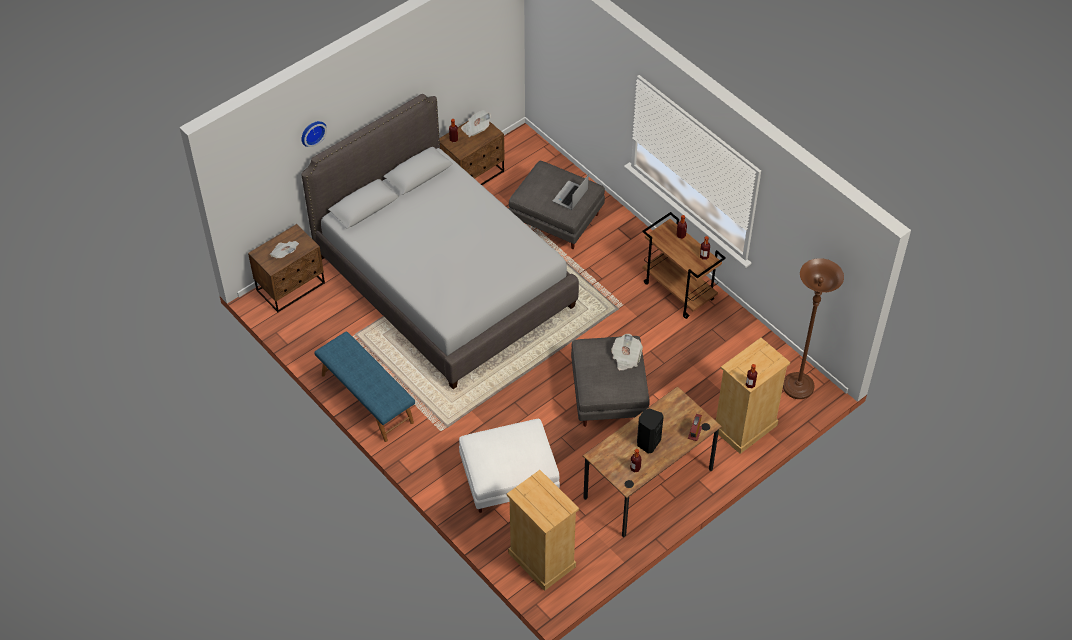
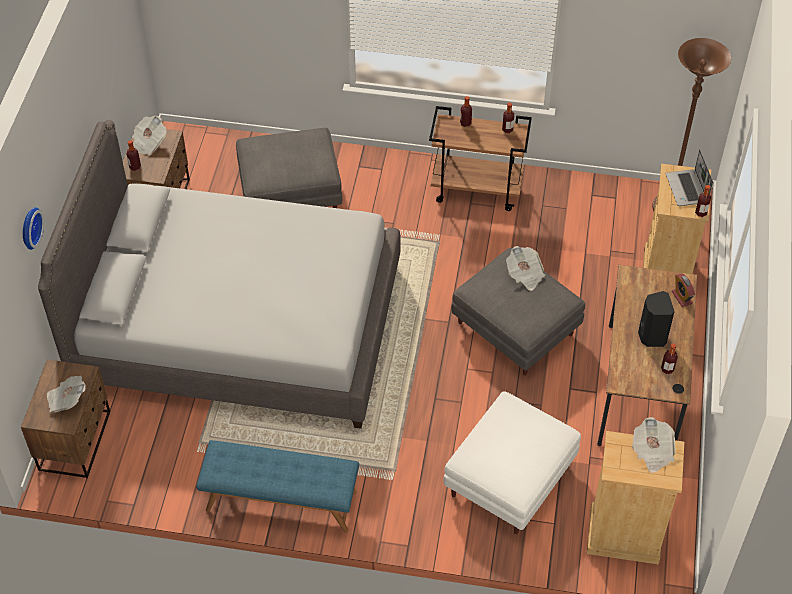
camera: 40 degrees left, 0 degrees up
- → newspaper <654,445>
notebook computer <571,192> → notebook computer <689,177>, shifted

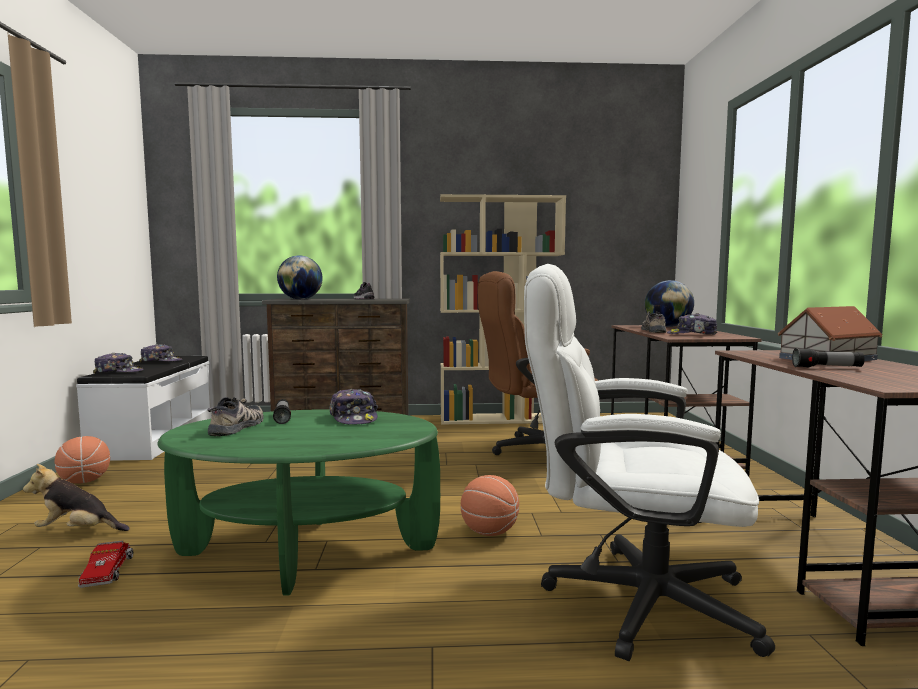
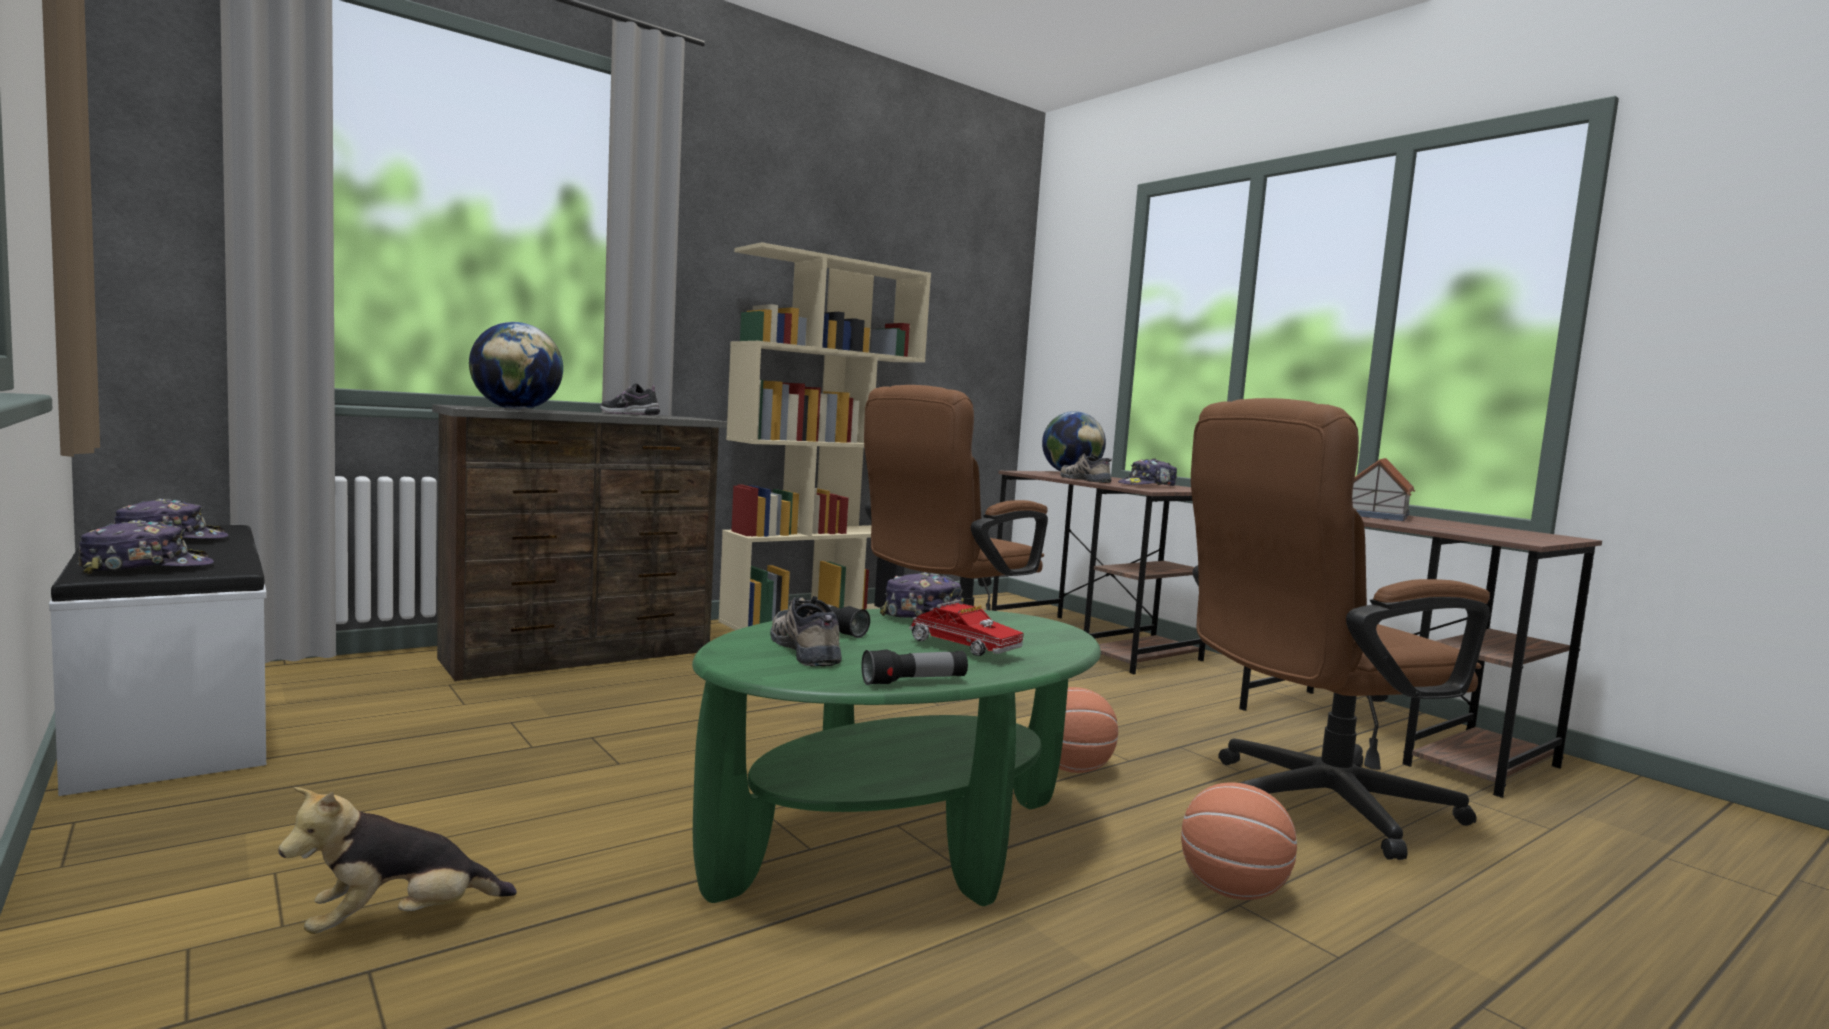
camera: 35 degrees left, 0 degrees up
hand torch <828,357> → hand torch <914,667>, shifted
model truck <105,564> → model truck <966,628>, shifted
basketball ball <82,460> → basketball ball <1239,841>, shifted
white computer chair <649,462> → brownish computer chair <1340,629>

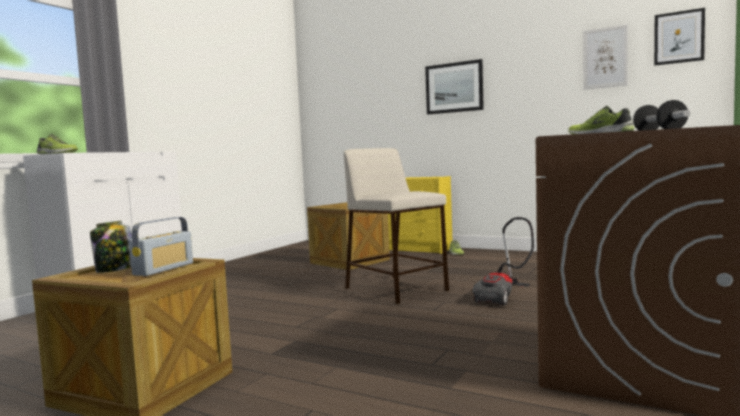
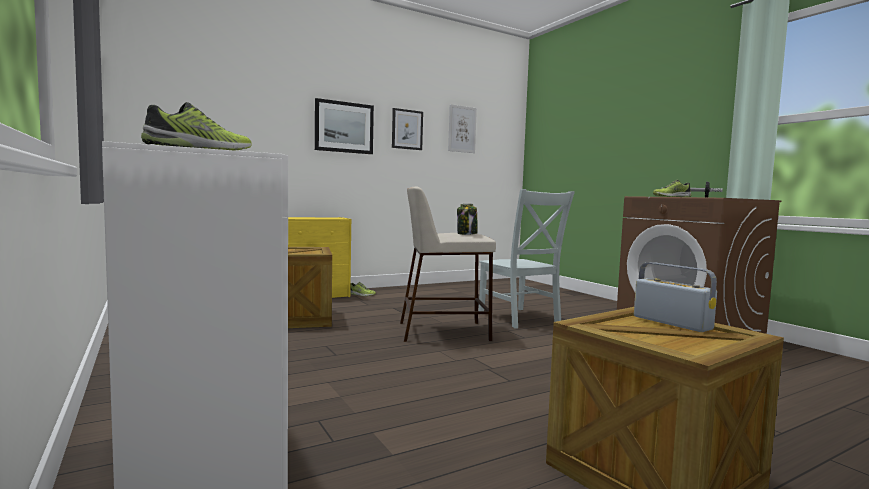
camera: 60 degrees left, 0 degrees up
picture <679,37> → picture <407,129>, shifted
jar <111,247> → jar <467,219>, shifted
vacuum cleaner <503,261> → grey chair <527,258>

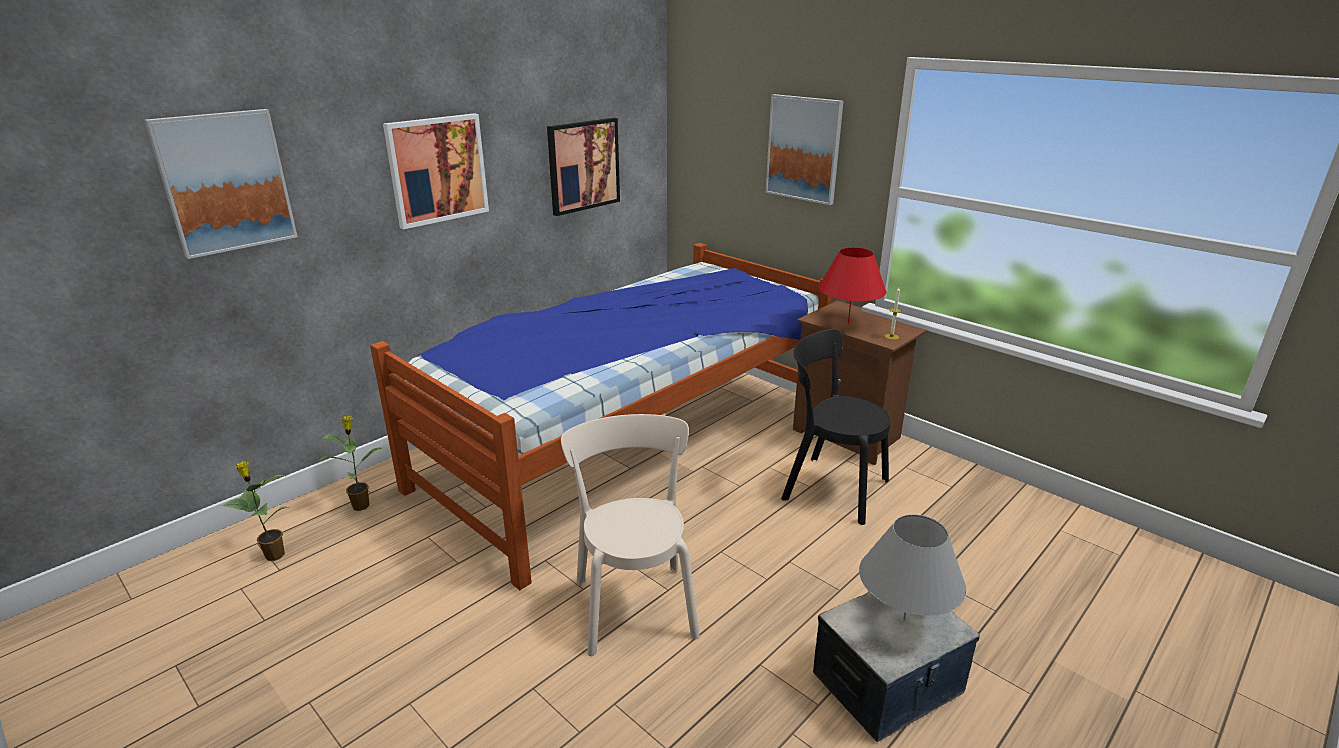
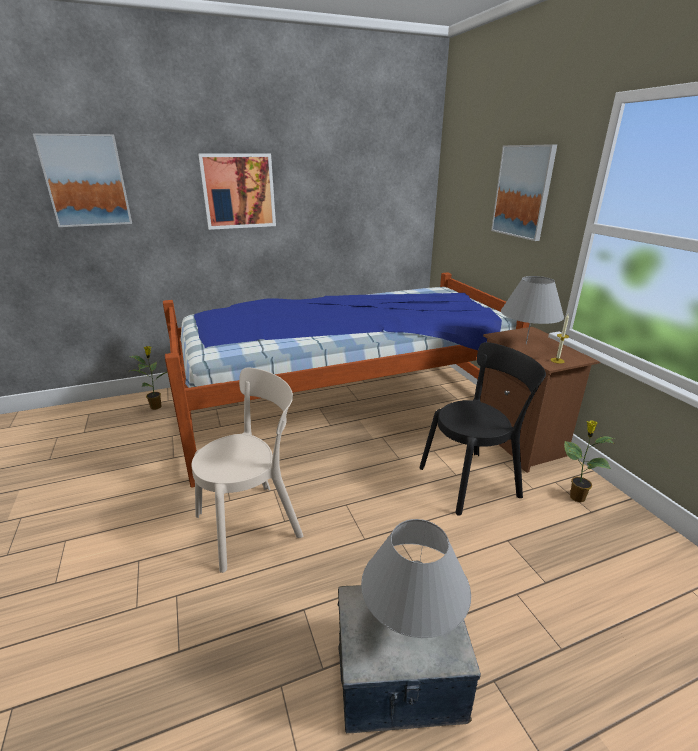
camera: 25 degrees right, 0 degrees up
beige-coloured chair <630,535> → beige-coloured chair <247,470>, 45 degrees clockwise
black chair <836,427> → black chair <482,429>, 105 degrees clockwise
red lamp for a table <852,285> → grey lamp for a table <532,310>
potted plant <256,511> → potted plant <589,461>, shifted
picture <583,167> → -

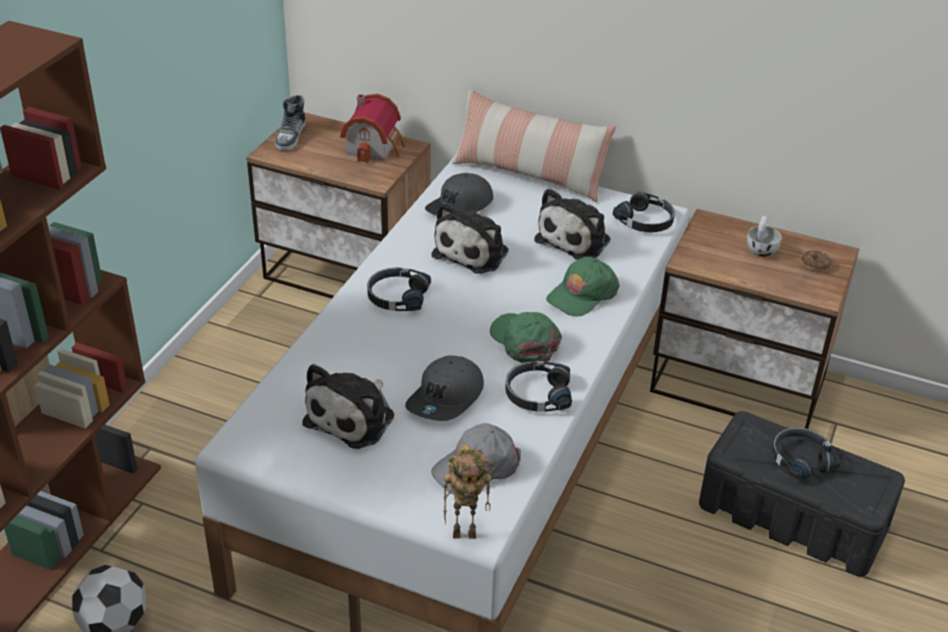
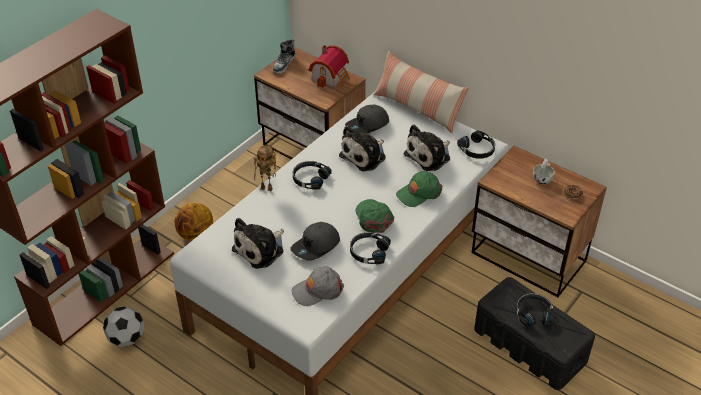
camera: 15 degrees right, 5 degrees up
- → basketball ball <193,222>
model robot <468,494> → model robot <265,168>, shifted

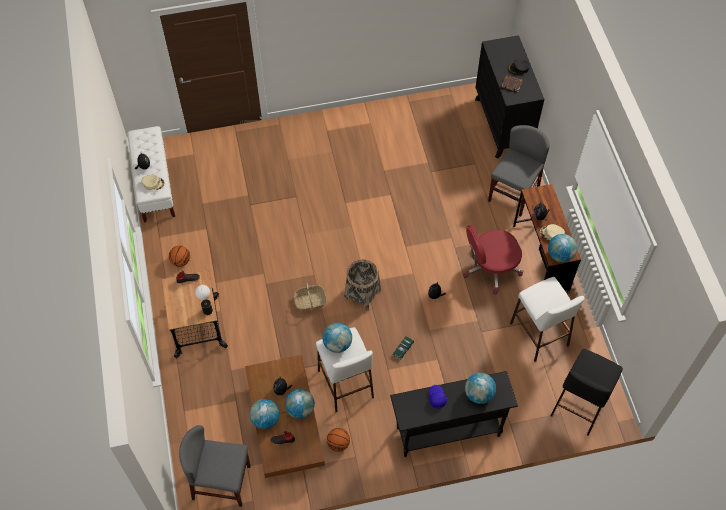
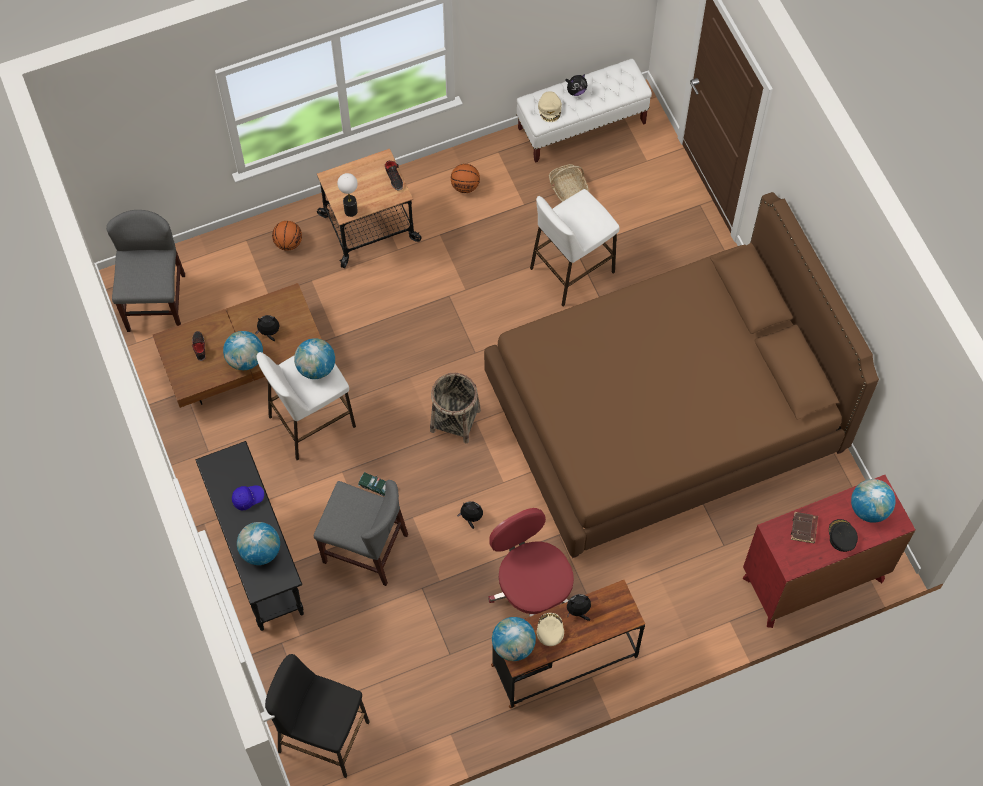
camera: 80 degrees right, 5 degrees up
basketball ball <338,440> → basketball ball <287,236>, shifted
grey chair <519,171> → grey chair <361,533>, shifted
- → brownish bedroom bed <681,375>
white sitting stool <547,319> → white sitting stool <575,247>, shifted
basket <310,296> → basket <569,183>, shifted
black chest of drawers <509,97> → red chest of drawers <828,551>
world globe <264,414> → world globe <873,501>, shifted

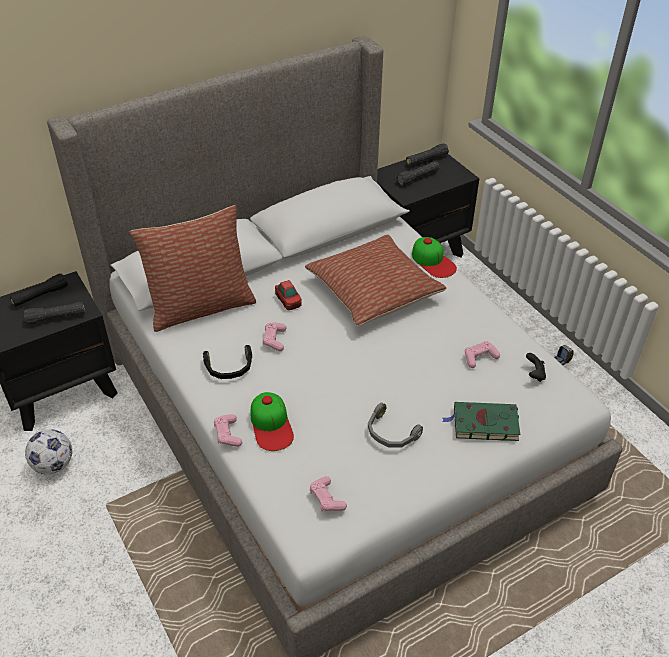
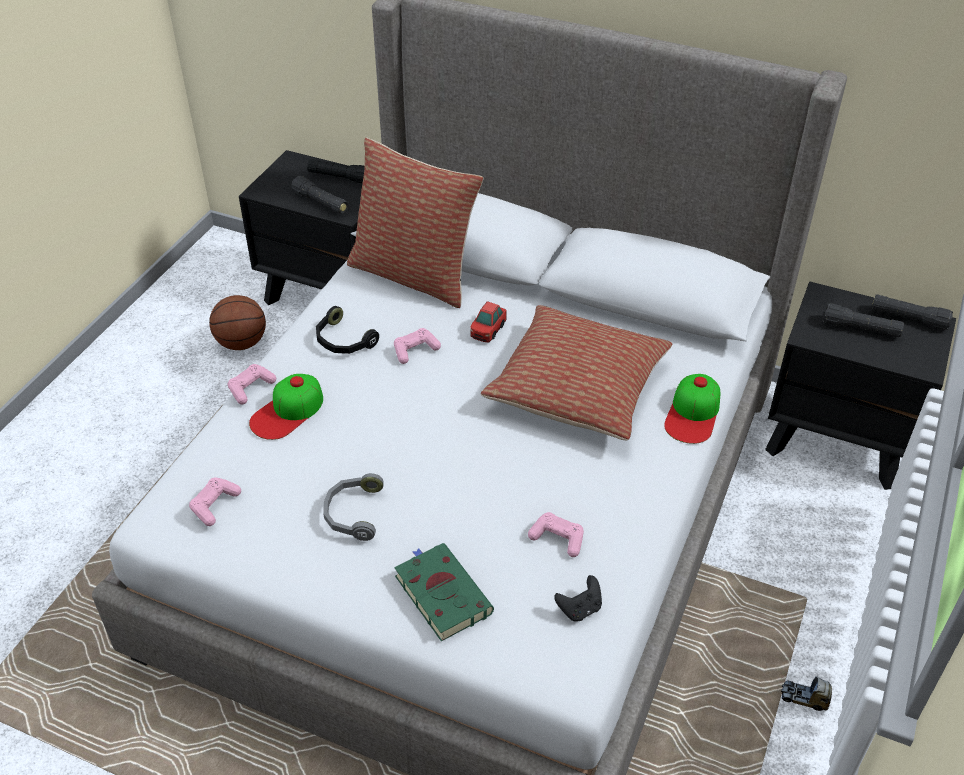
camera: 55 degrees right, 0 degrees up
football <48,452> → basketball ball <237,322>

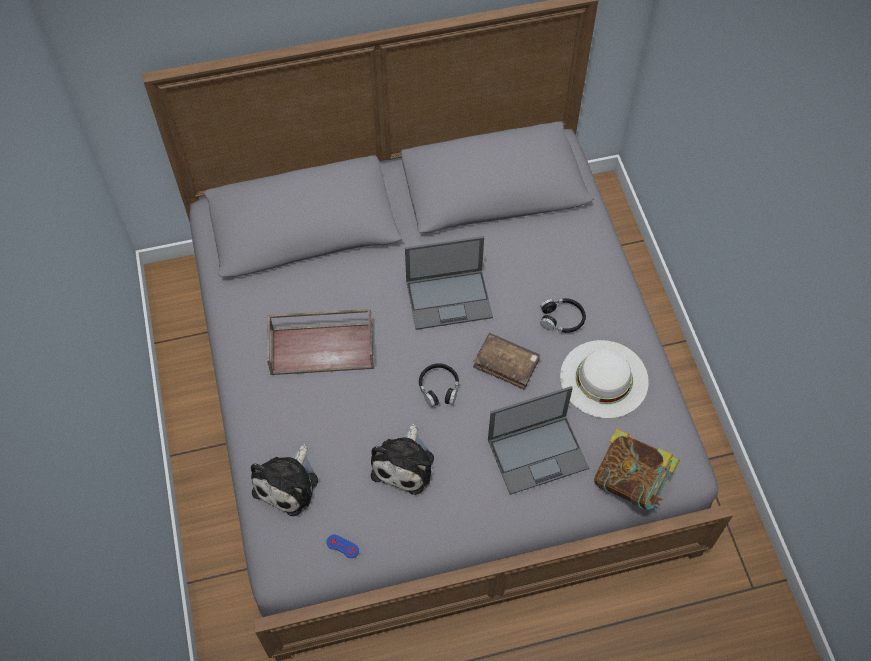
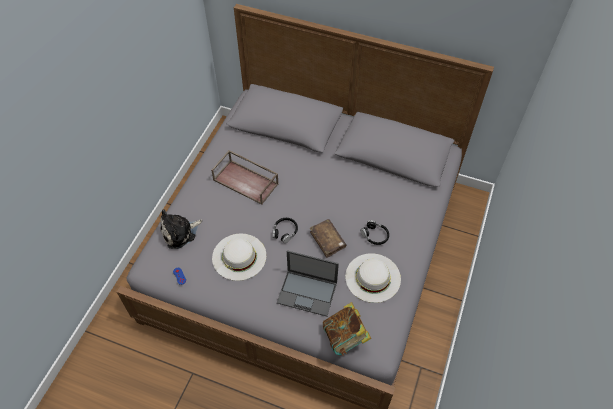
camera: 35 degrees right, 5 degrees down
soft toy <402,459> → white clothing hat <239,257>
notebook computer <449,283> → -

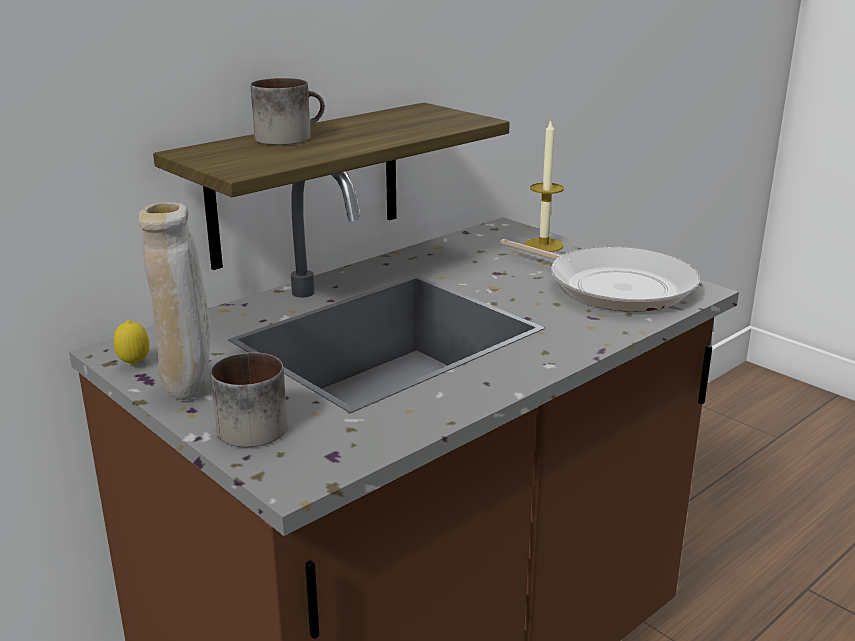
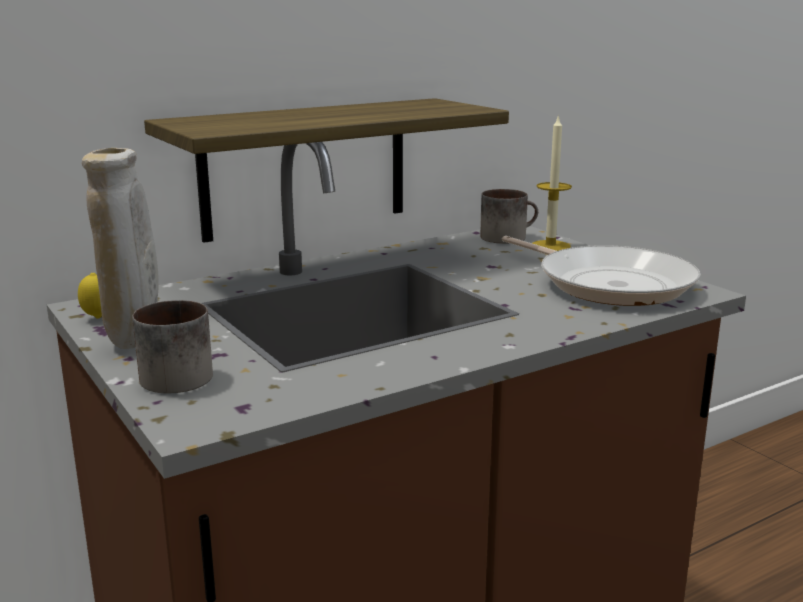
camera: 10 degrees right, 5 degrees down
tea mug <288,111> → tea mug <509,216>, shifted

